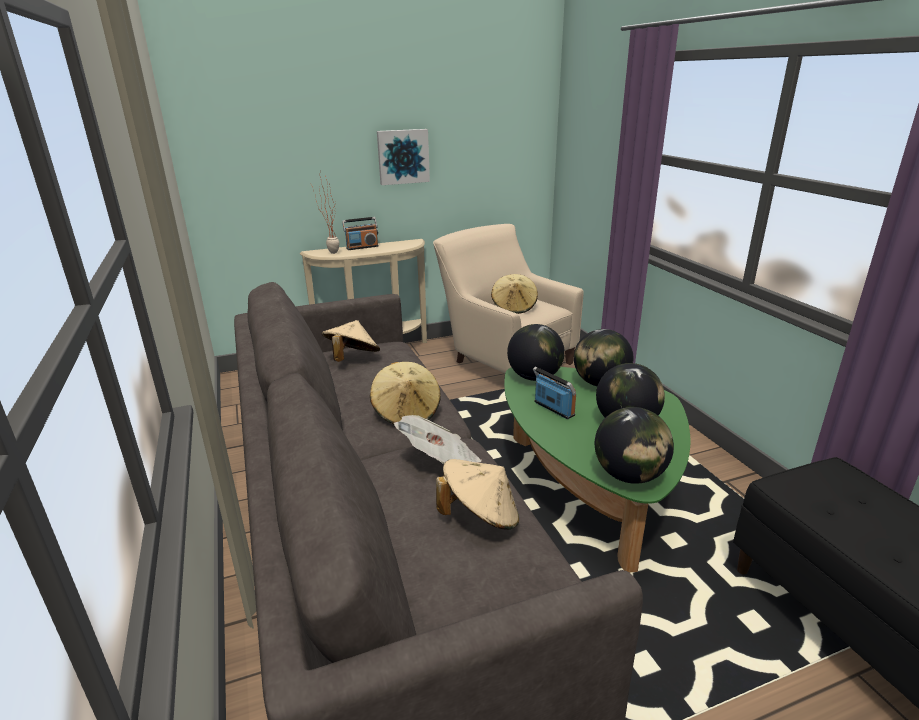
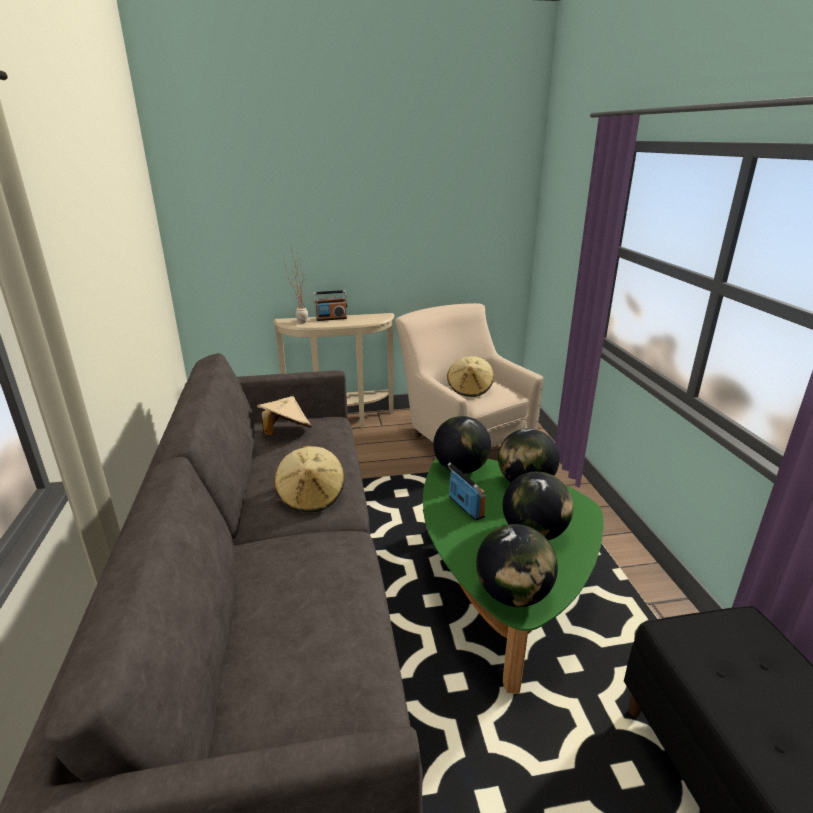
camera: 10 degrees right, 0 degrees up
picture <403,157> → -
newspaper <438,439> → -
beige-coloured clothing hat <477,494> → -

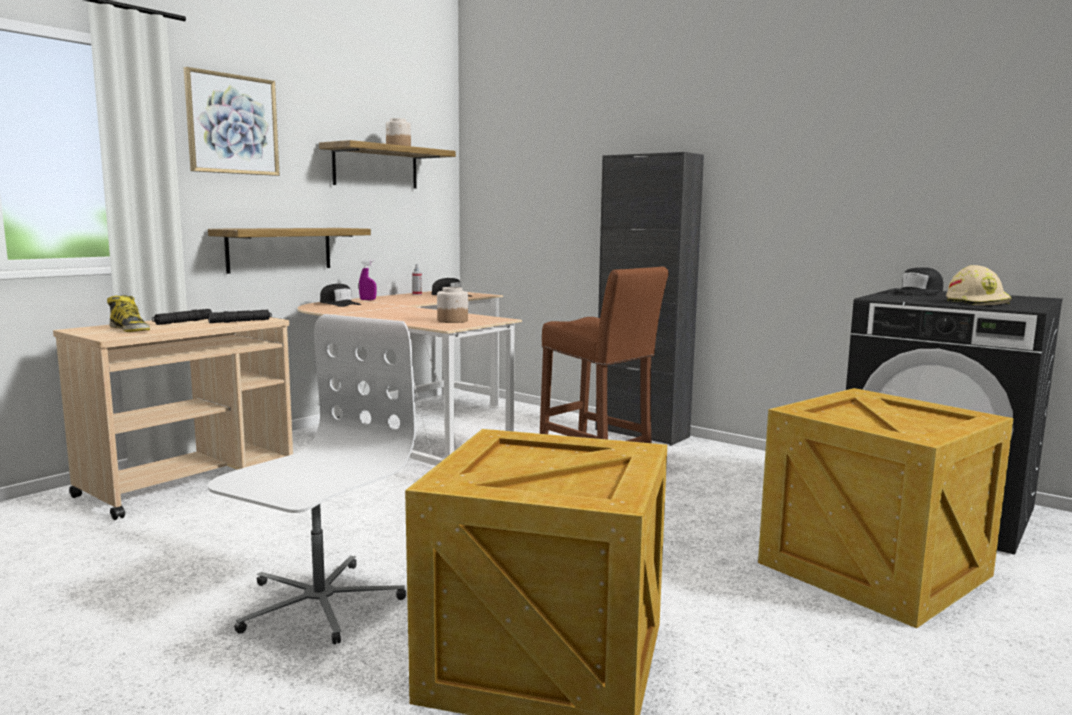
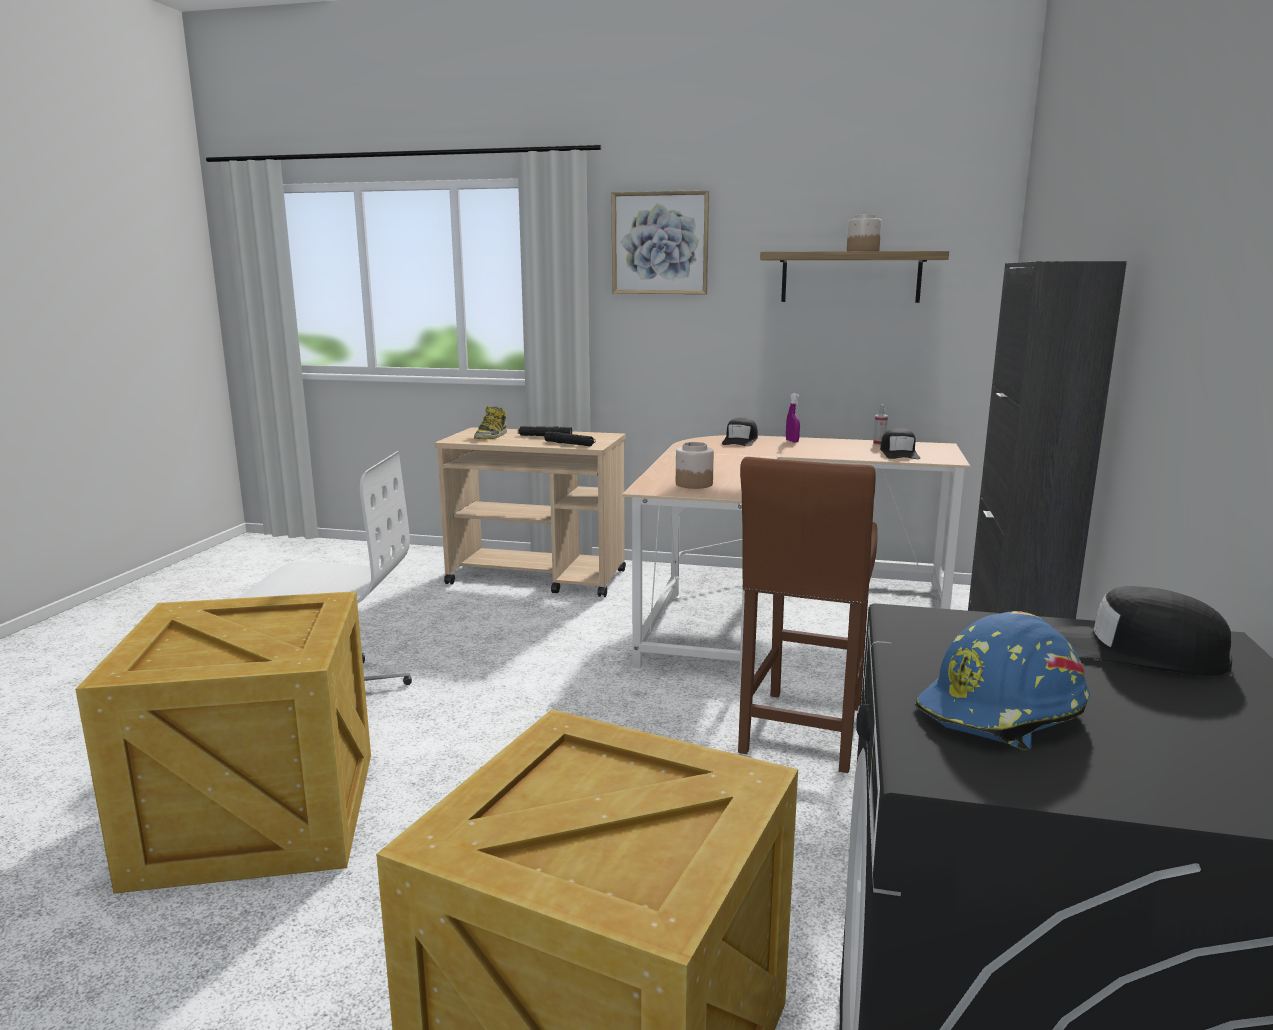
camera: 65 degrees right, 5 degrees up
beige-coloured work helmet <979,285> → bluish work helmet <1002,680>
shelf <289,251> → -

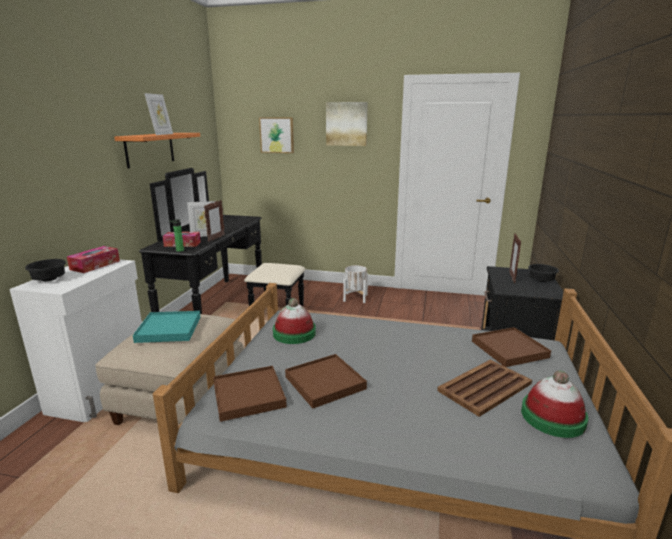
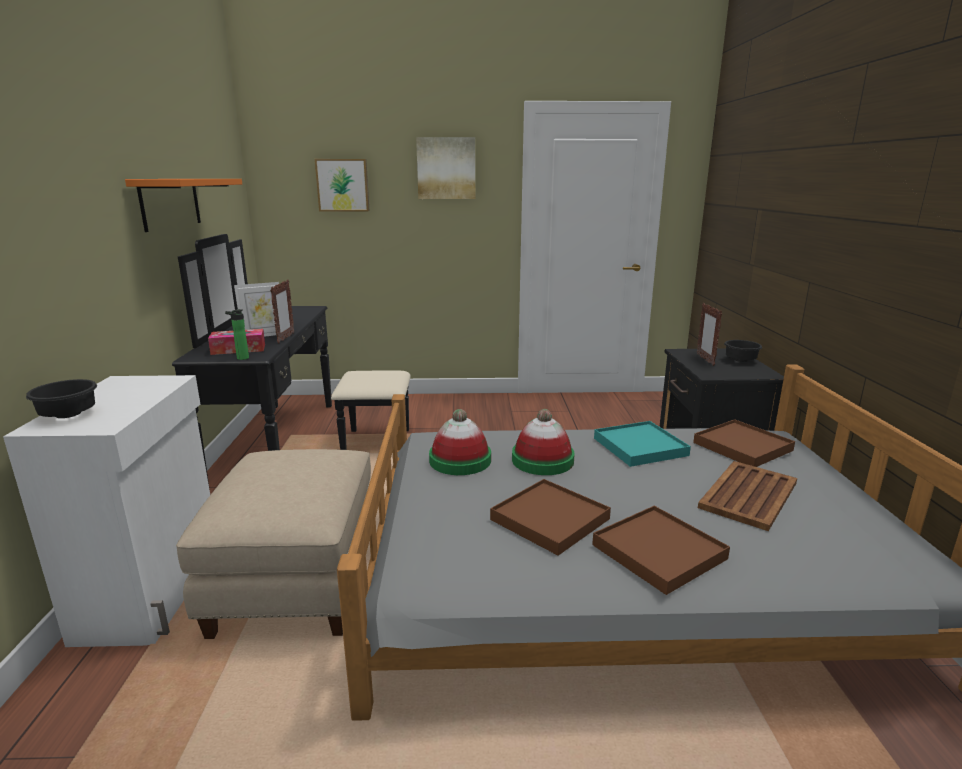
camera: 15 degrees left, 0 degrees up
clothing hat <554,404> → clothing hat <543,442>, shifted
brownish serving tray <250,394> → brownish serving tray <661,550>, shifted
turquoise serving tray <167,327> → turquoise serving tray <642,444>, shifted
box of tissues <93,259> → -
standing frame <158,114> → -
white planter <355,284> → -

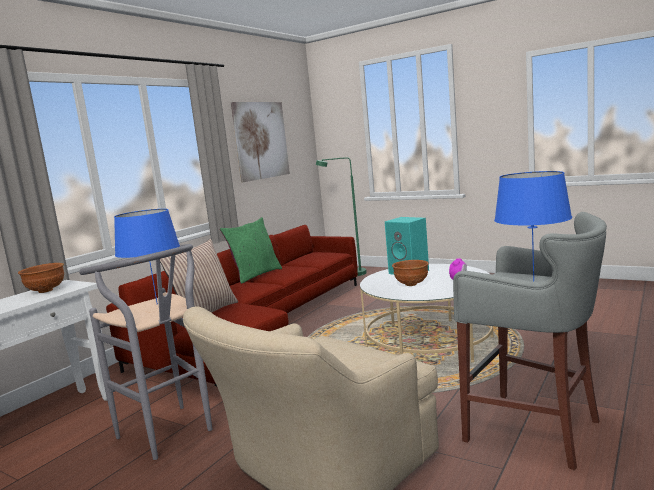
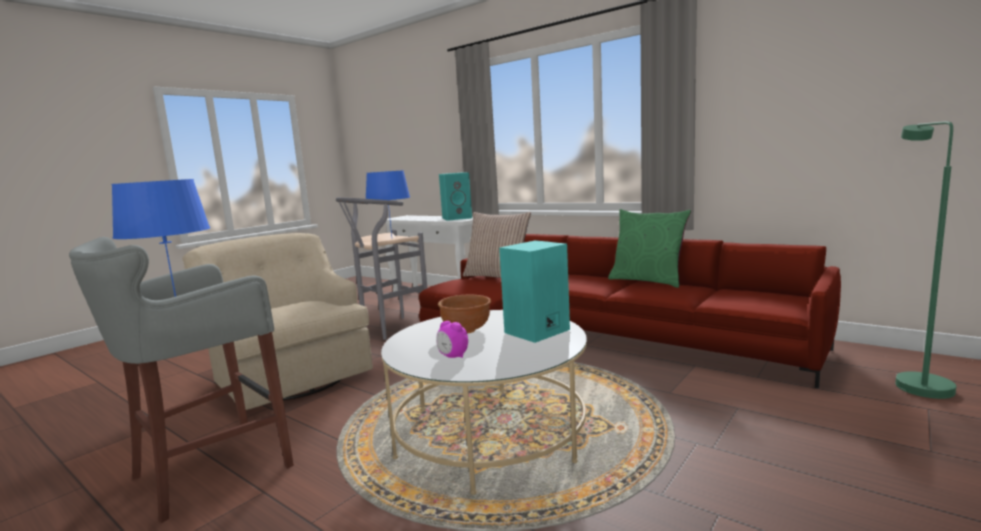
camera: 95 degrees right, 0 degrees up
brownish bowl <41,278> → turquoise audio speaker <455,196>
picture <260,142> → -

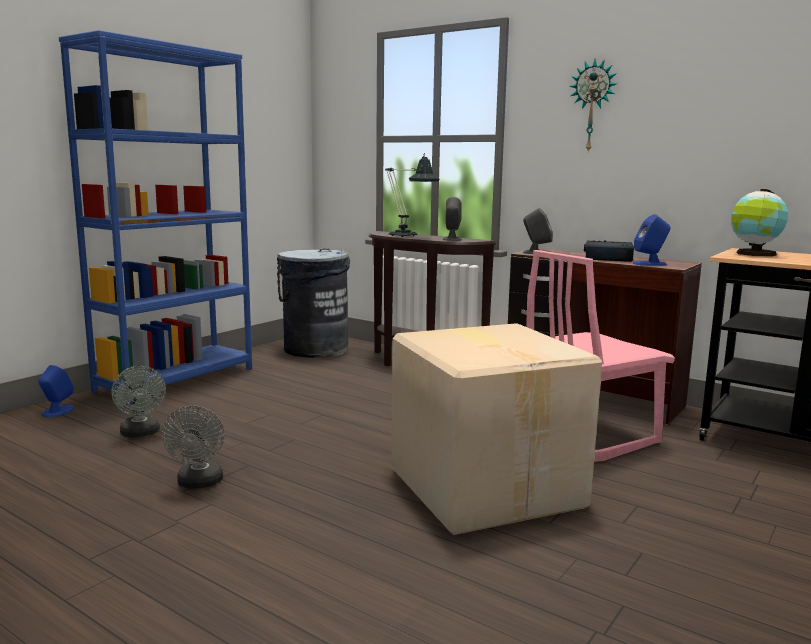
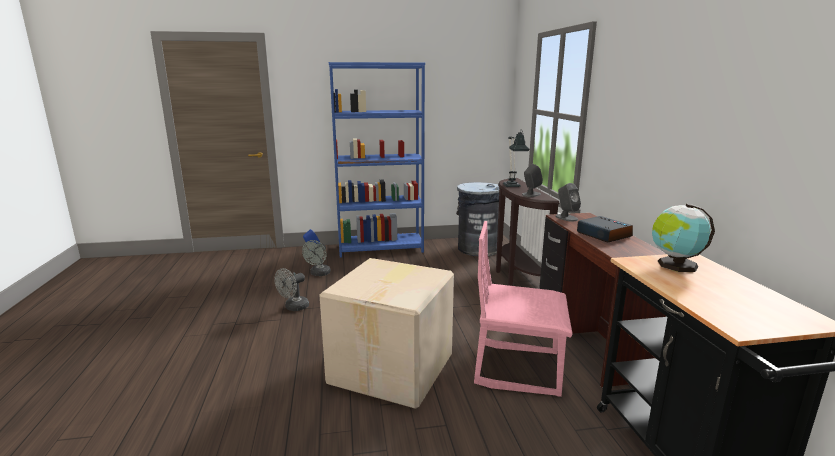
camera: 45 degrees right, 5 degrees up
wall clock <593,106> → -
bluish audio speaker <651,240> → -

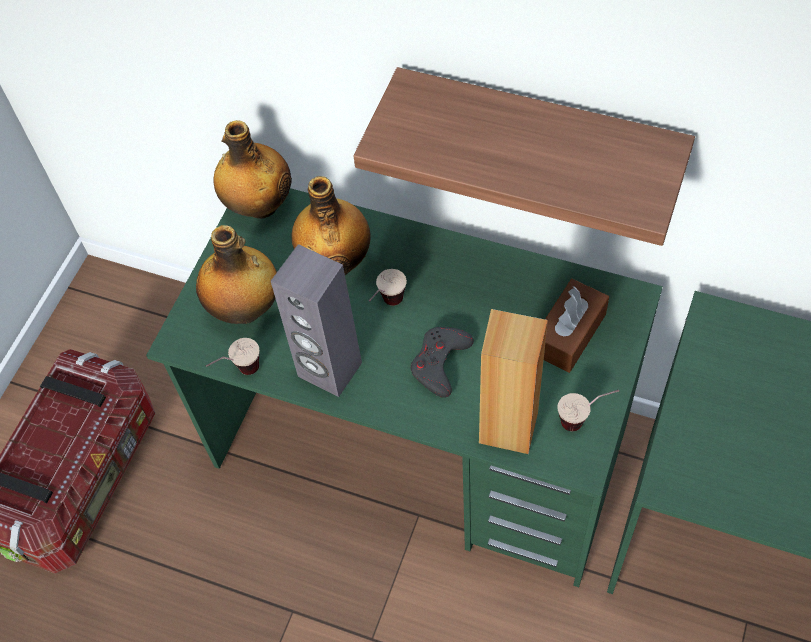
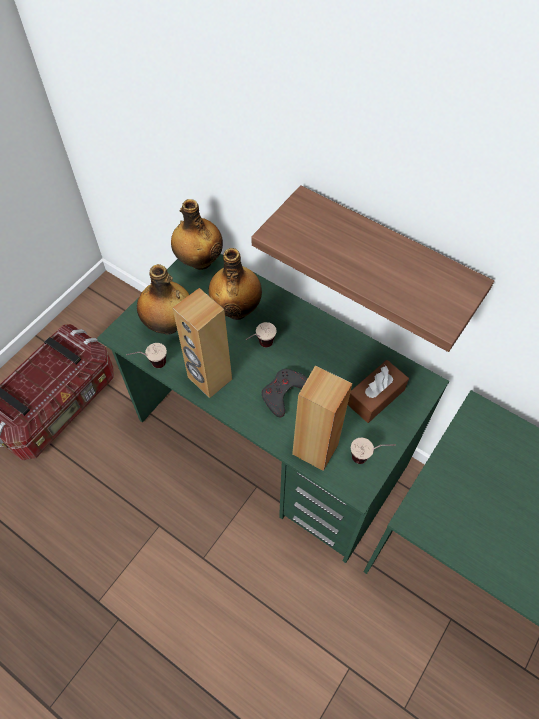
camera: 10 degrees right, 0 degrees up
grey audio speaker <316,320> → brownish audio speaker <202,343>

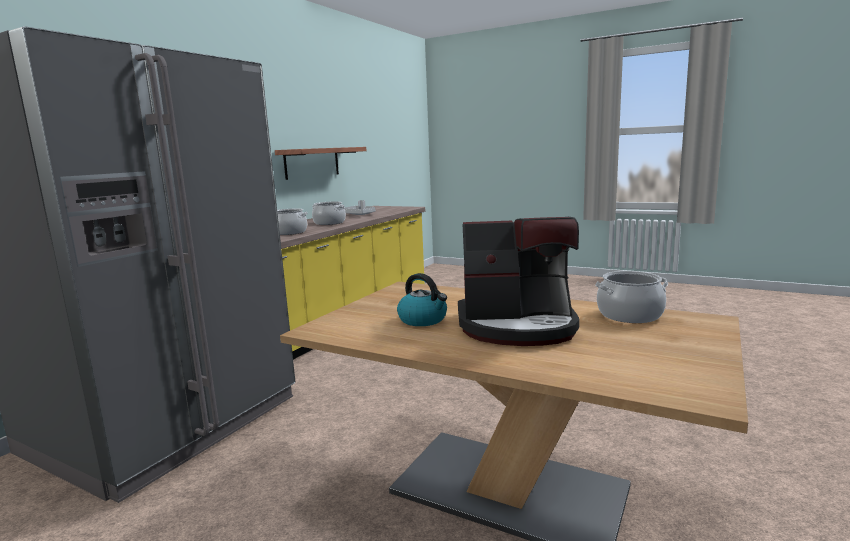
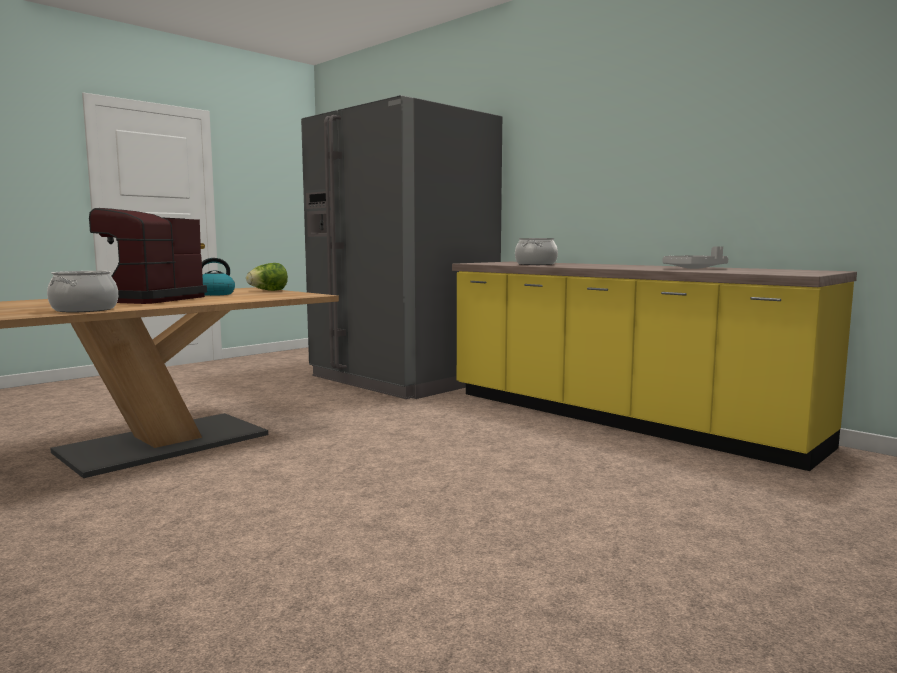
camera: 105 degrees right, 5 degrees down
- → lettuce <267,277>
shelf <320,163> → -
saucepot <329,213> → -

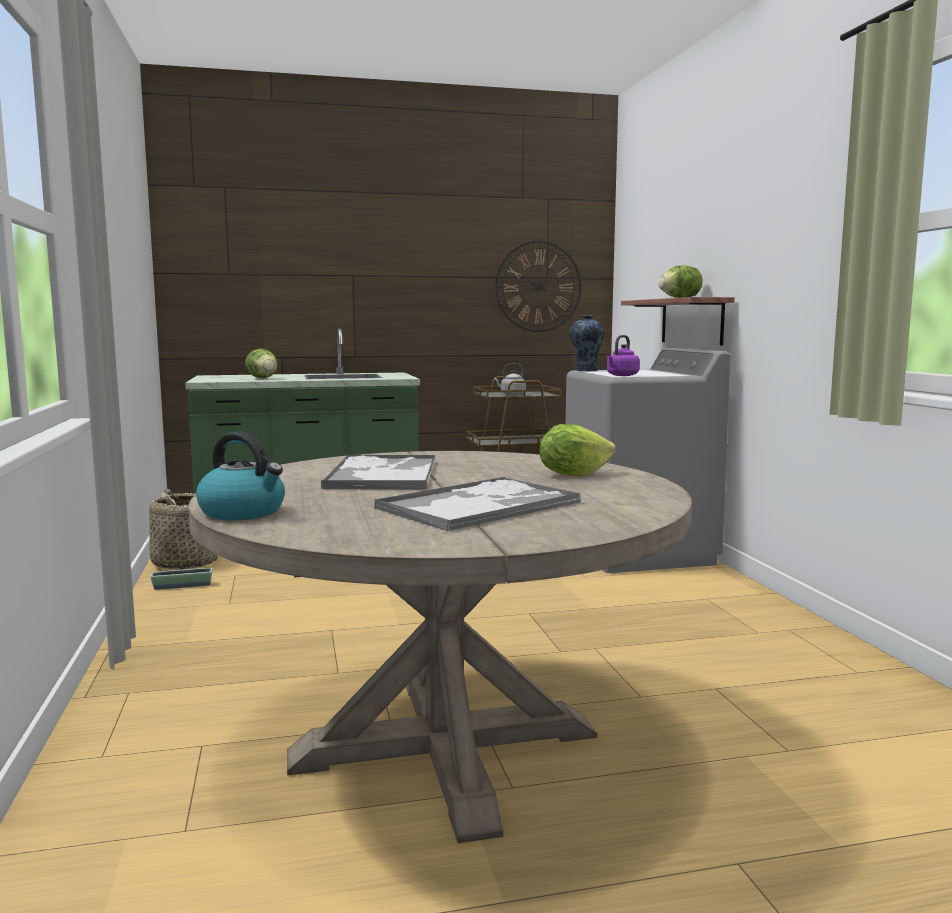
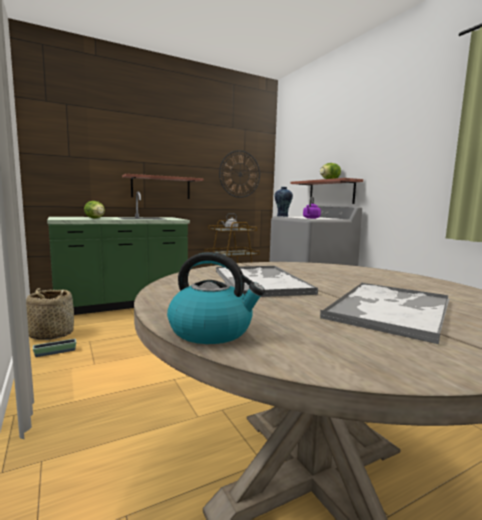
camera: 15 degrees left, 0 degrees up
- → shelf <162,186>
lettuce <578,450> → -

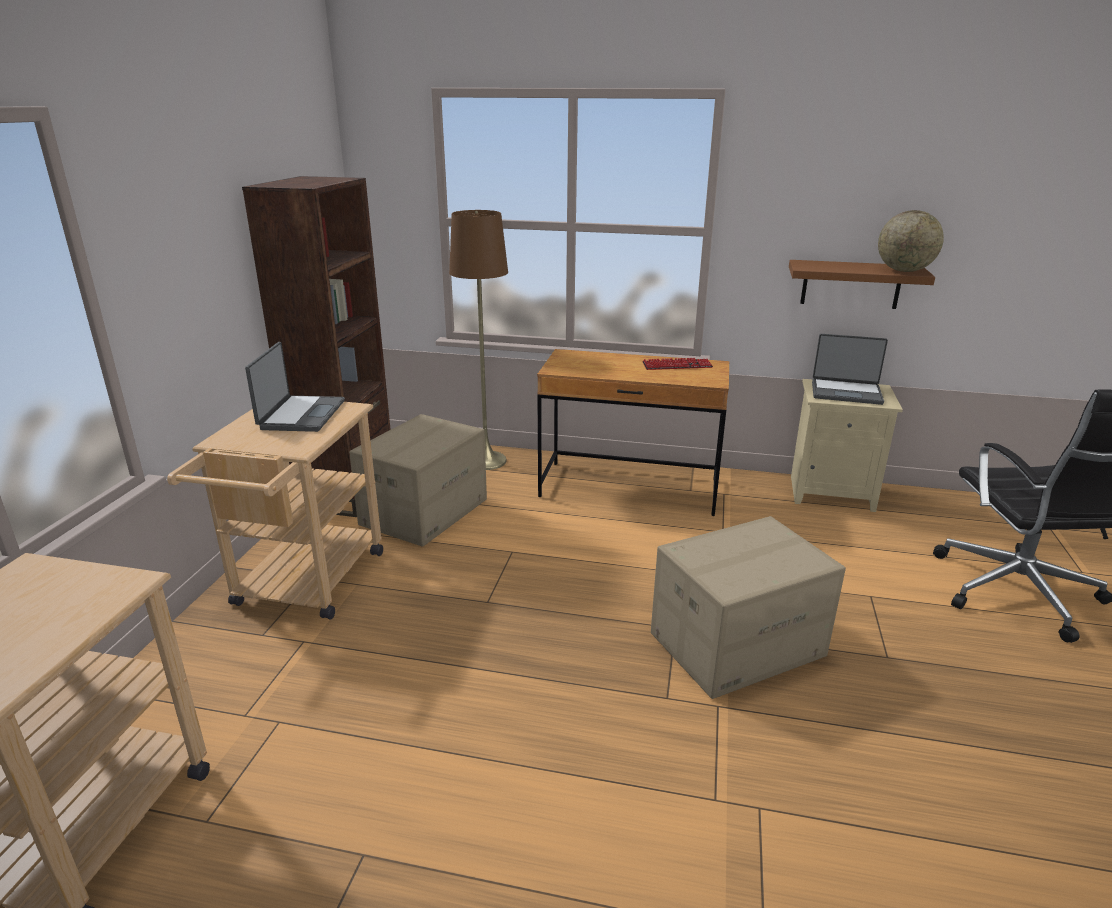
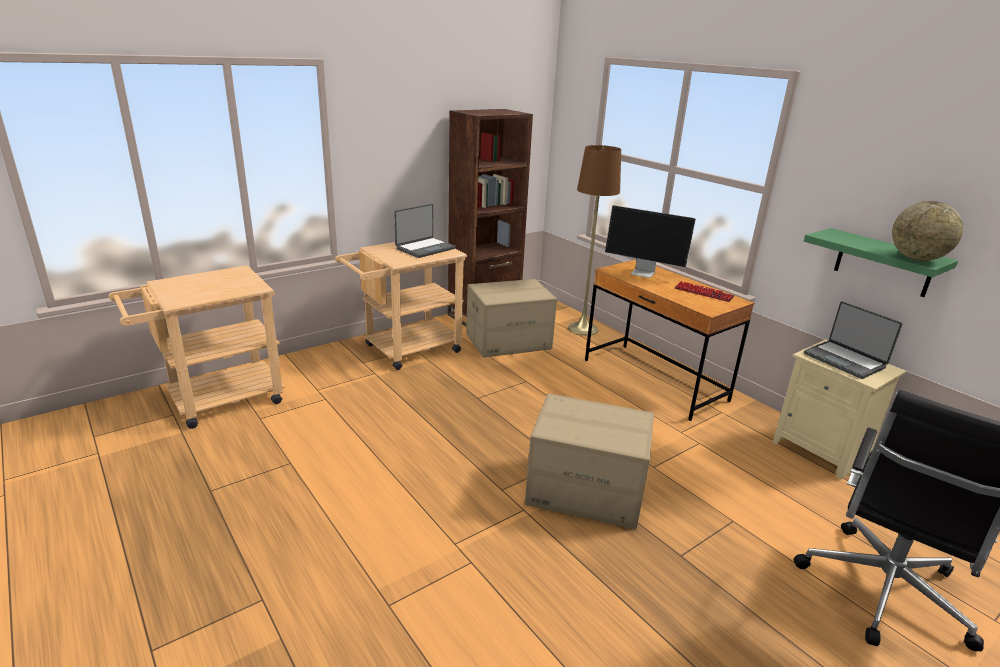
camera: 40 degrees right, 0 degrees up
- → monitor <650,241>
brownish shelf <862,284> → greenish shelf <881,262>

